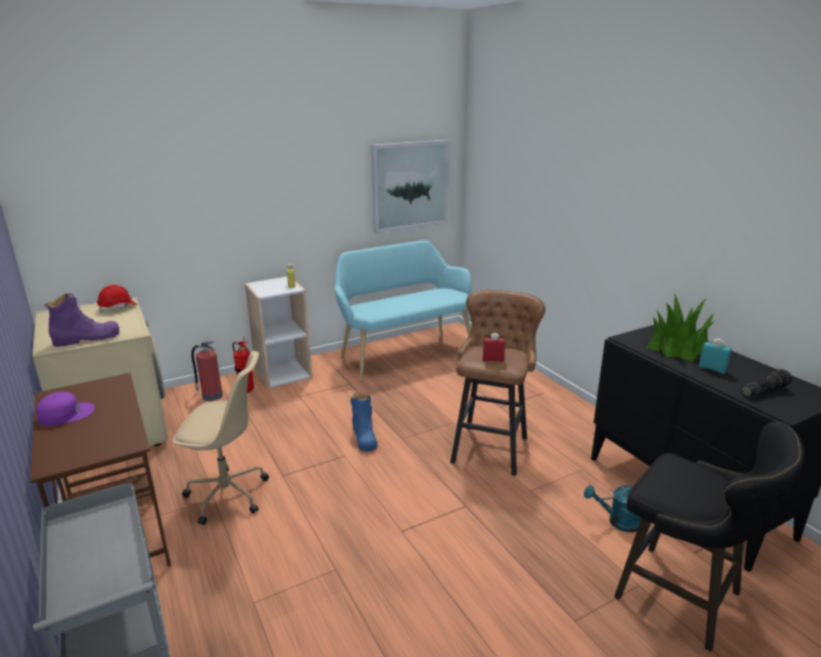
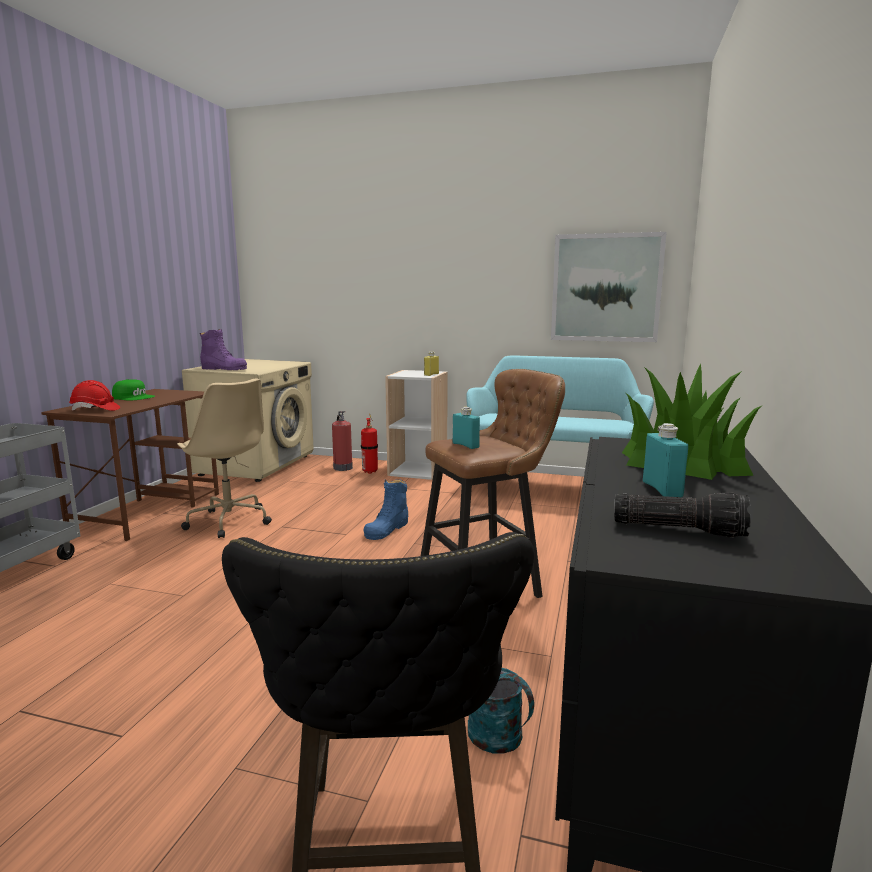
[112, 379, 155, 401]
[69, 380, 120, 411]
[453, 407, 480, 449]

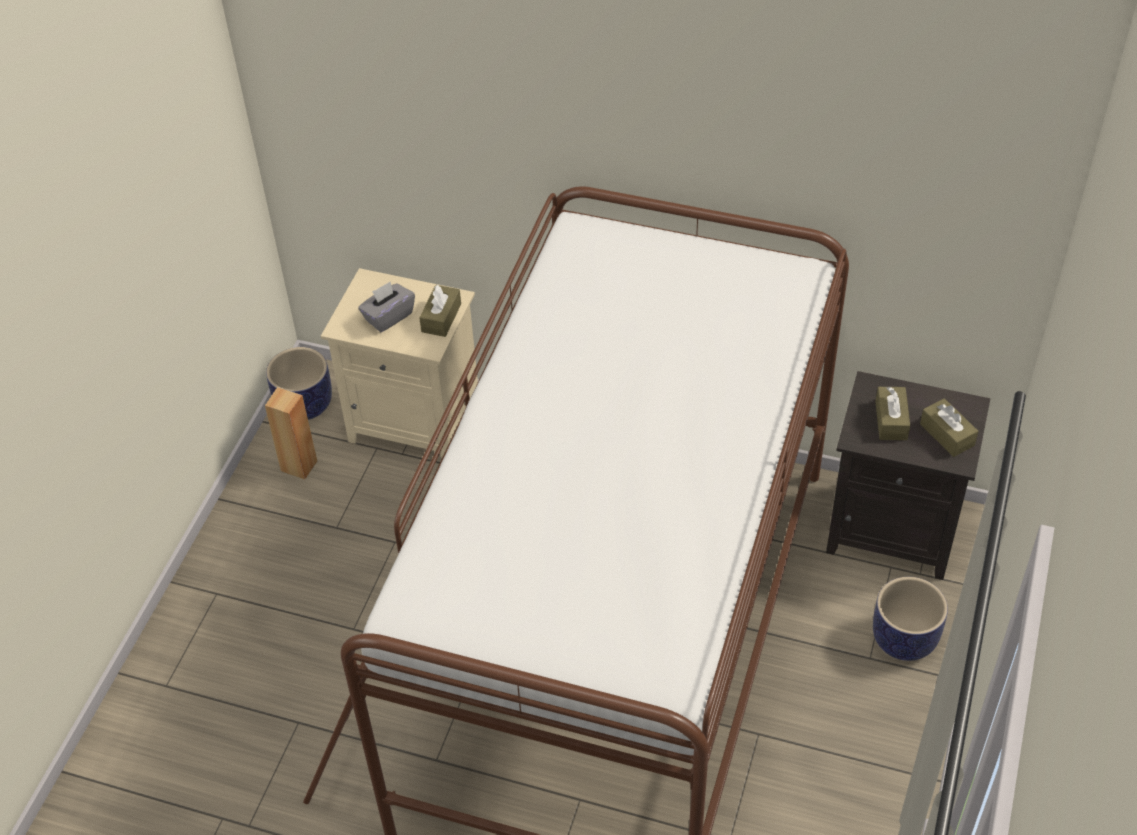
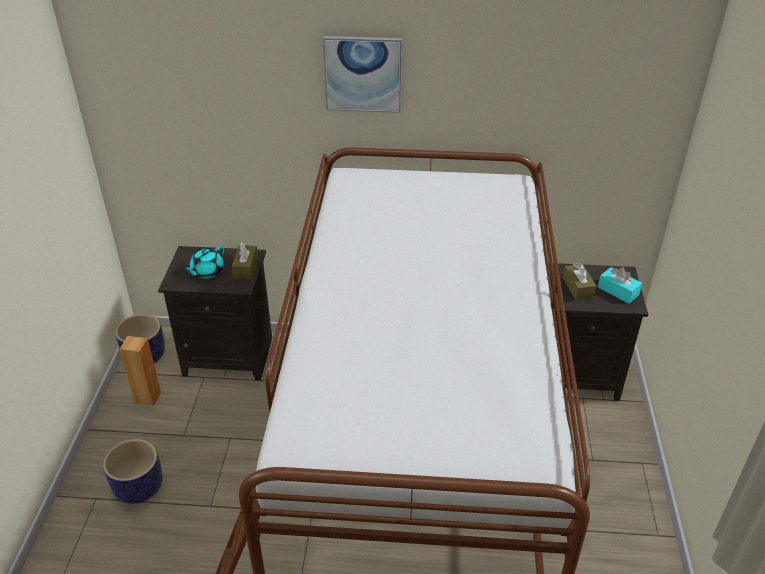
[158, 246, 272, 381]
[184, 246, 224, 279]
[103, 439, 163, 504]
[598, 267, 642, 304]
[323, 36, 402, 113]

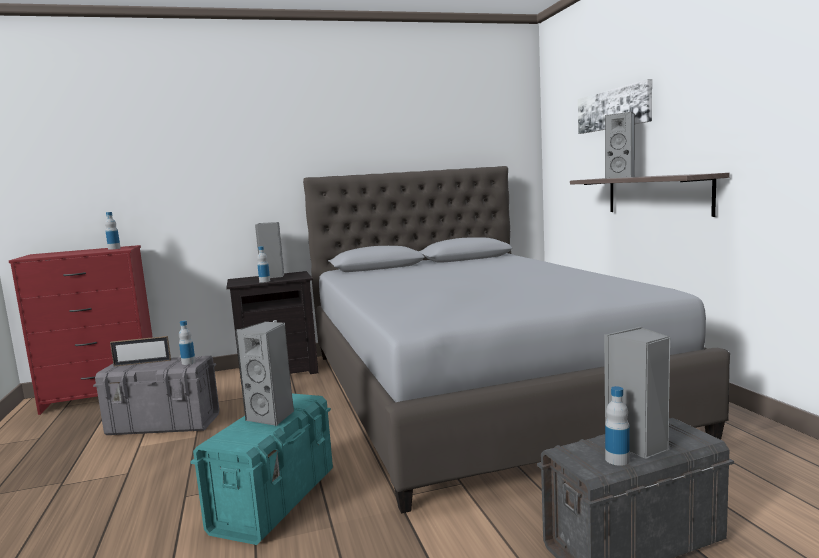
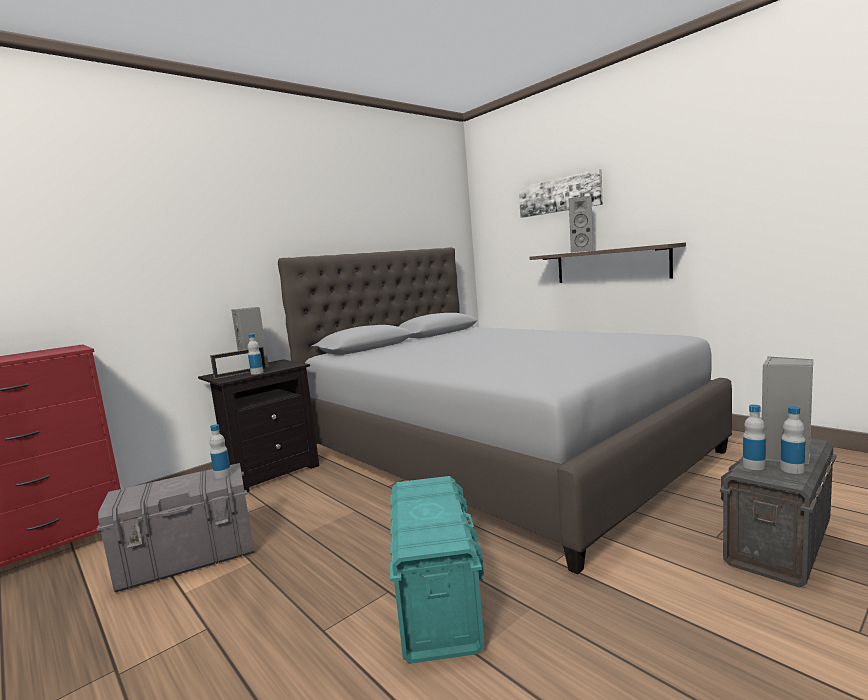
[743, 404, 766, 470]
[210, 347, 266, 379]
[235, 322, 294, 426] (first image)

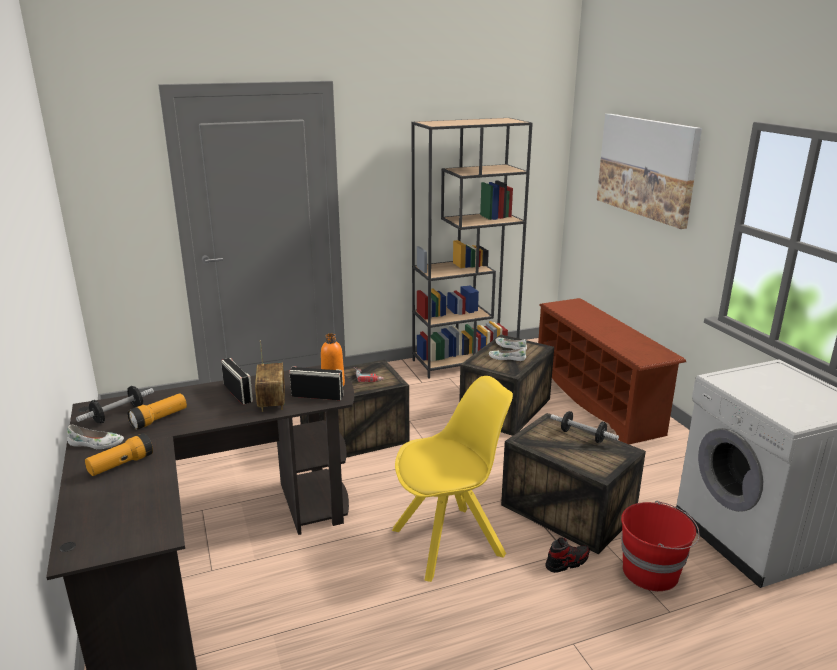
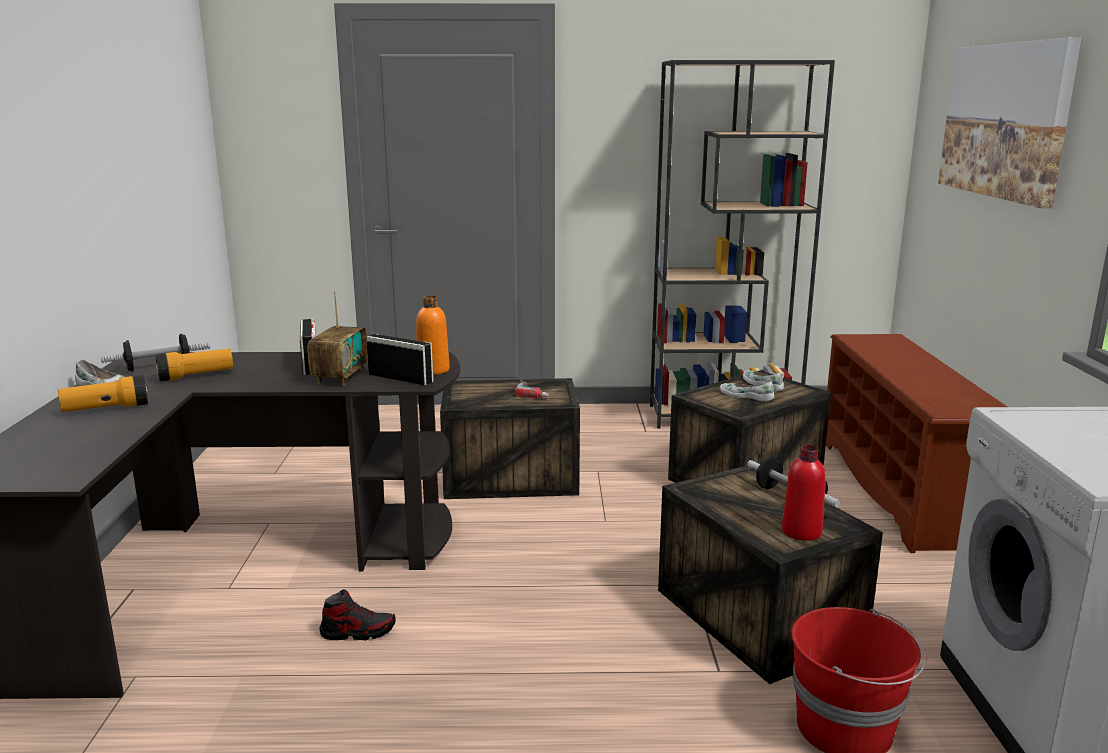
[392, 376, 513, 582] (first image)
[320, 589, 396, 640]
[782, 445, 826, 541]

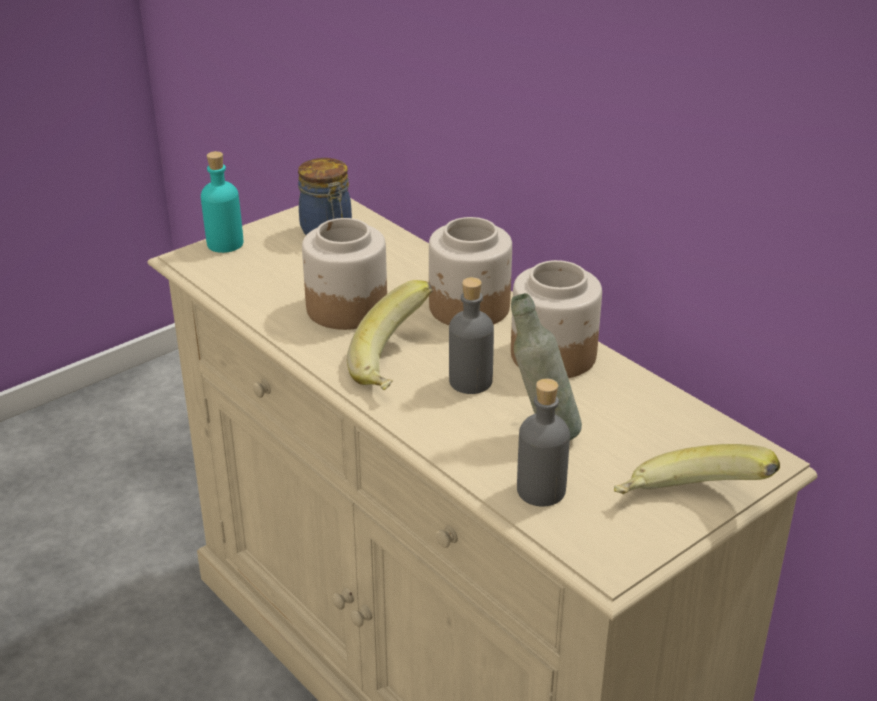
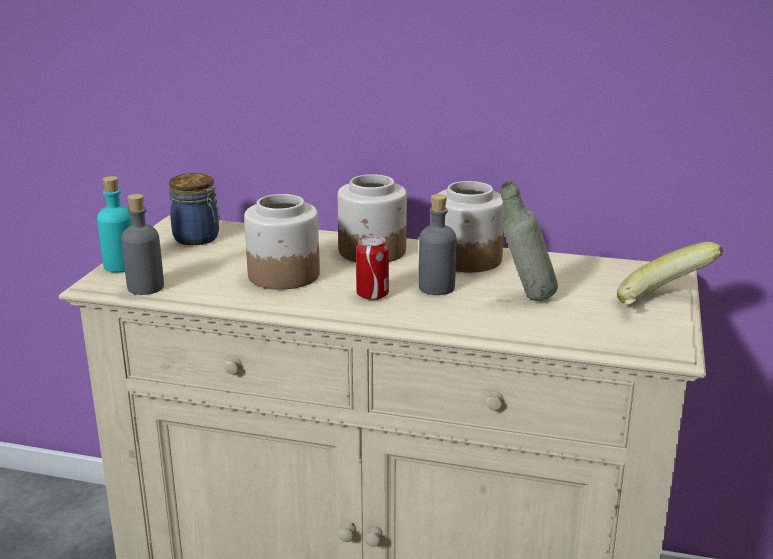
[356, 236, 389, 300]
[121, 194, 164, 295]

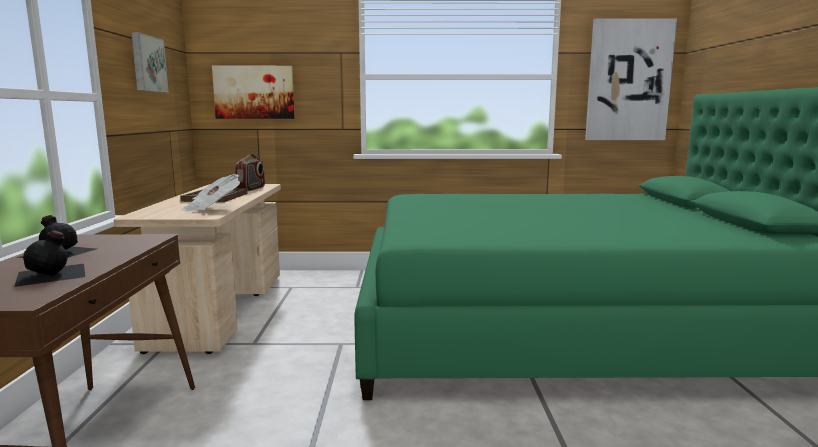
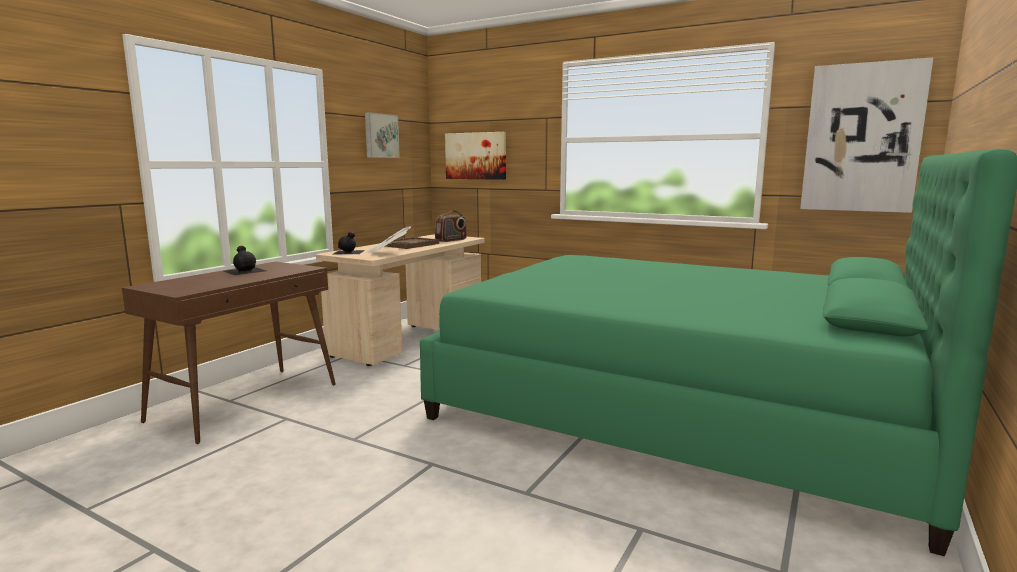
[333, 231, 365, 254]

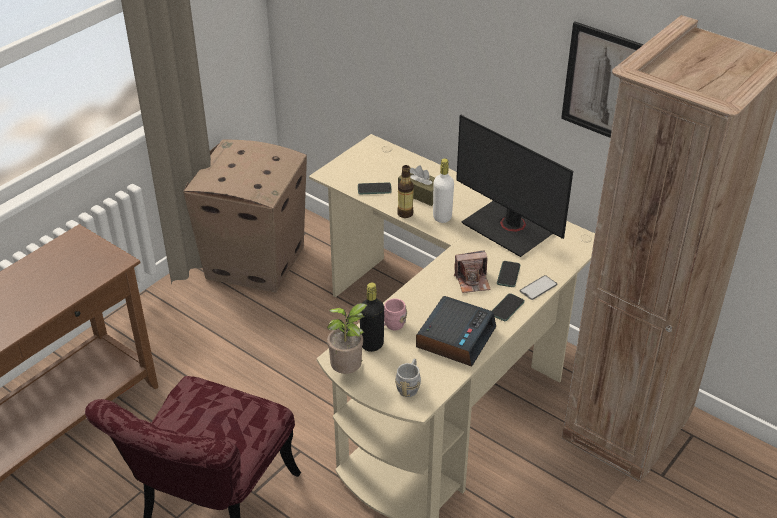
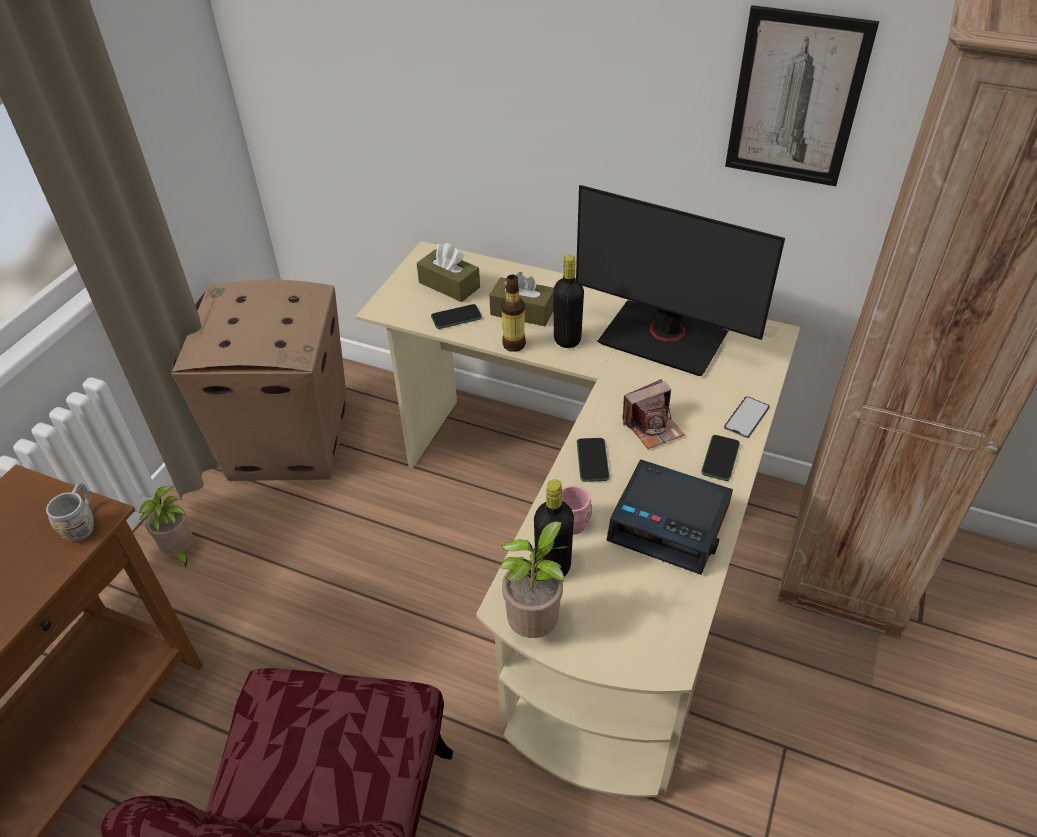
[46, 483, 94, 542]
[606, 459, 733, 575]
[553, 255, 584, 348]
[577, 438, 609, 482]
[139, 486, 193, 567]
[417, 243, 480, 302]

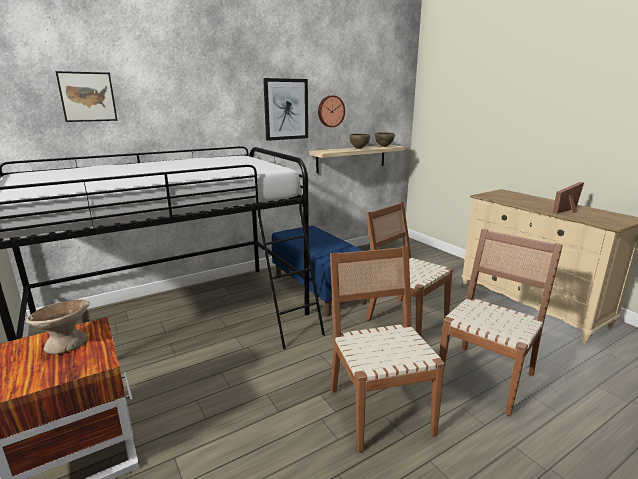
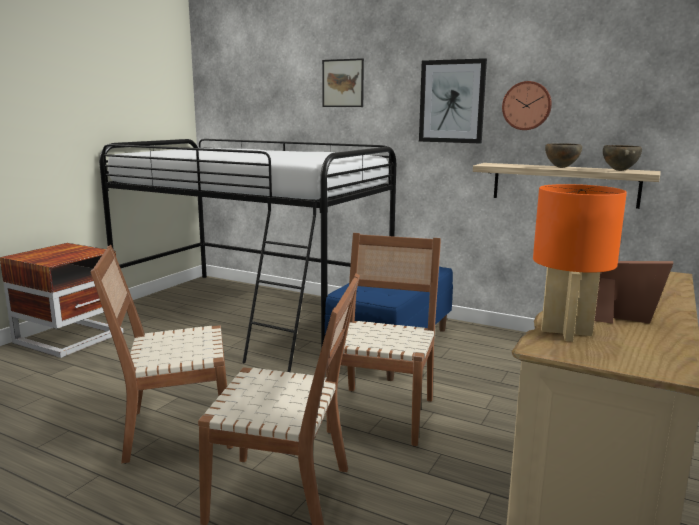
[26, 299, 90, 354] (first image)
[322, 58, 364, 107]
[90, 245, 233, 464]
[533, 184, 627, 342]

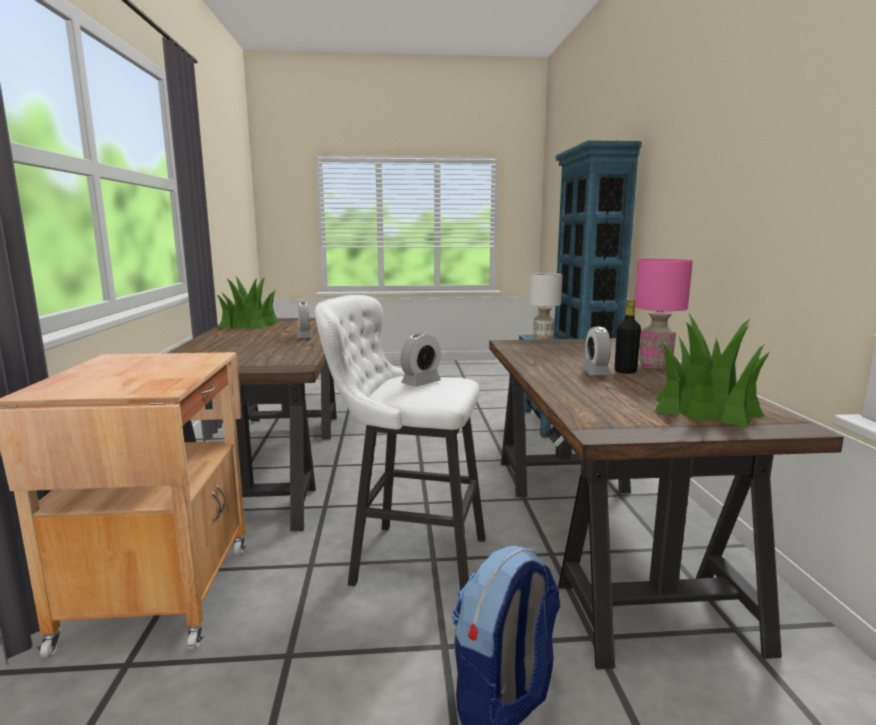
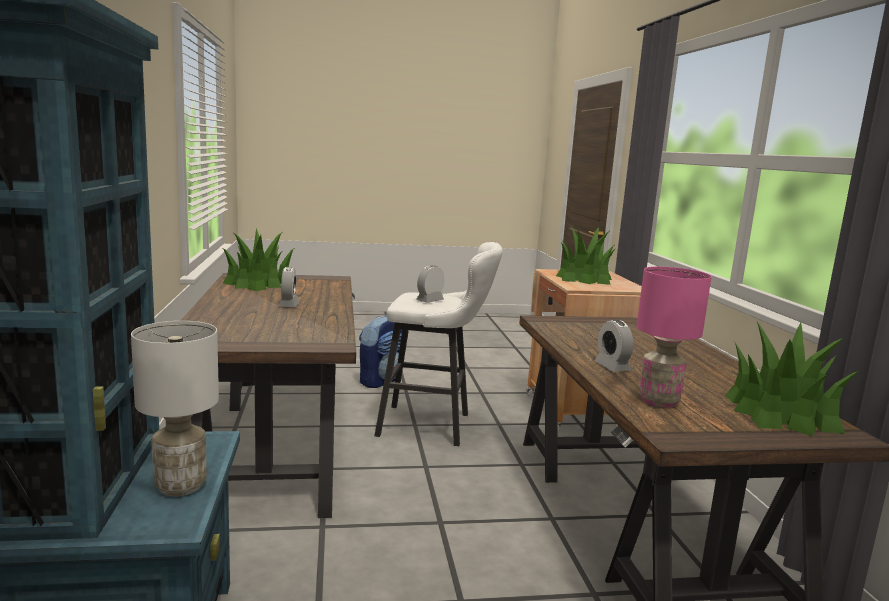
[615, 300, 641, 374] (first image)
[637, 267, 712, 408]
[556, 226, 616, 285]

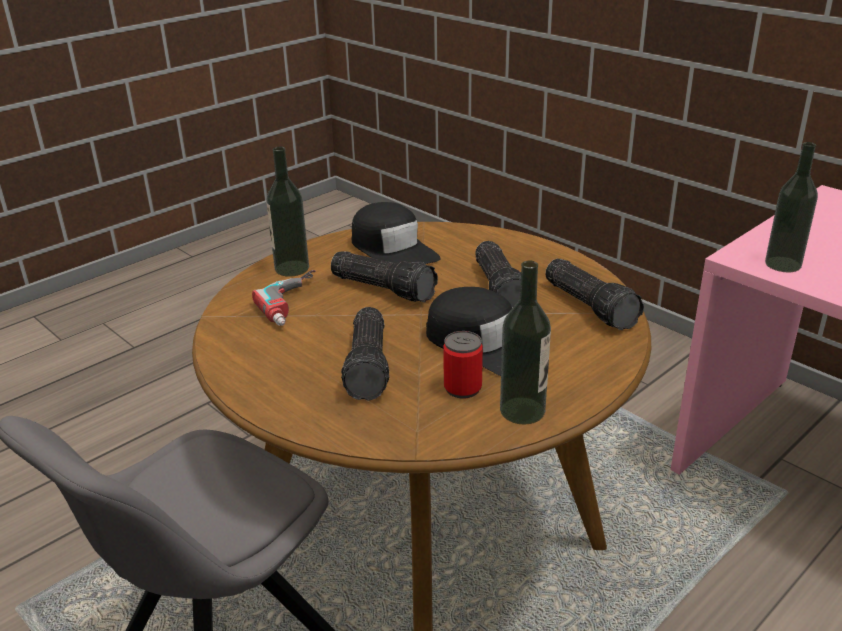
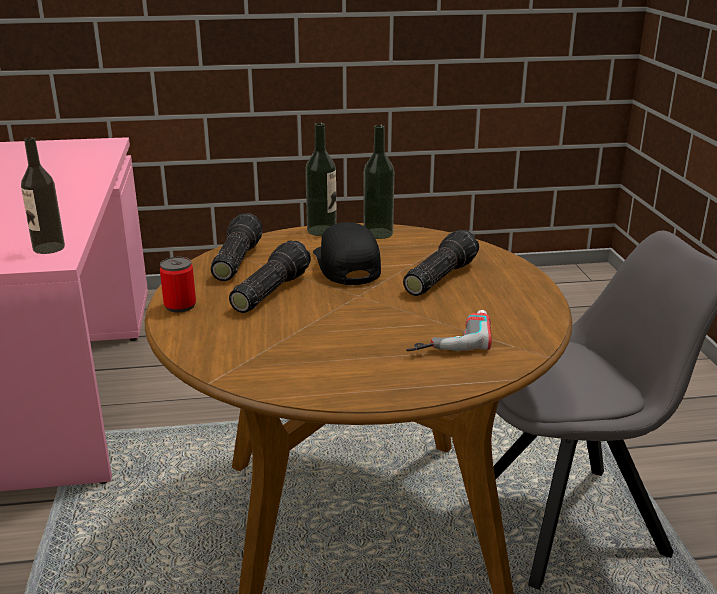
[305, 123, 337, 236]
[331, 252, 438, 302] (first image)
[352, 202, 441, 264] (first image)
[160, 257, 196, 312]

